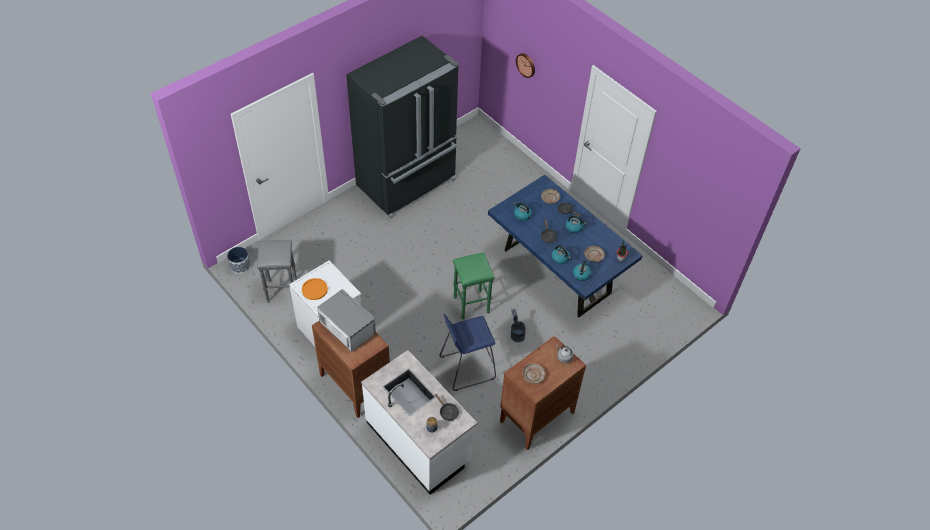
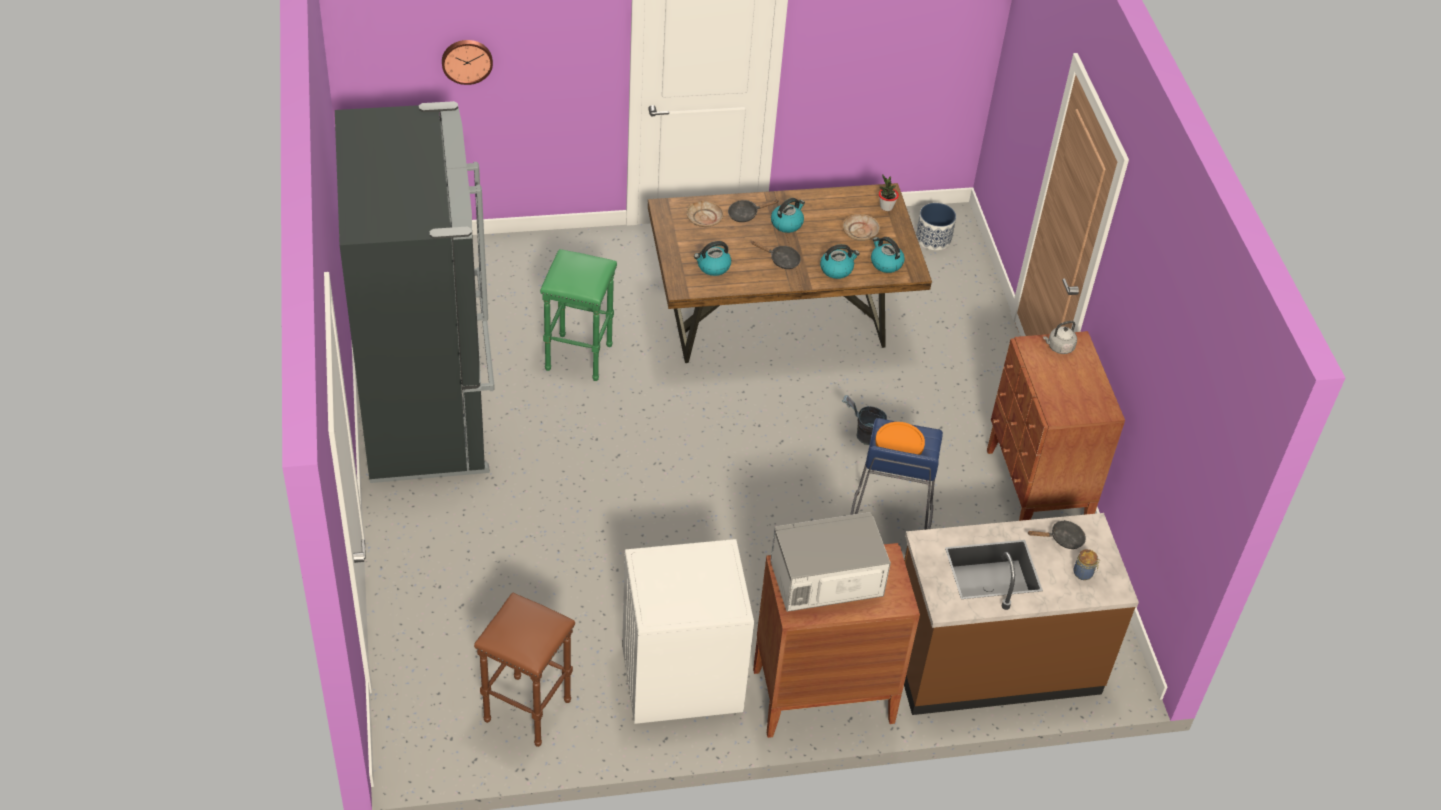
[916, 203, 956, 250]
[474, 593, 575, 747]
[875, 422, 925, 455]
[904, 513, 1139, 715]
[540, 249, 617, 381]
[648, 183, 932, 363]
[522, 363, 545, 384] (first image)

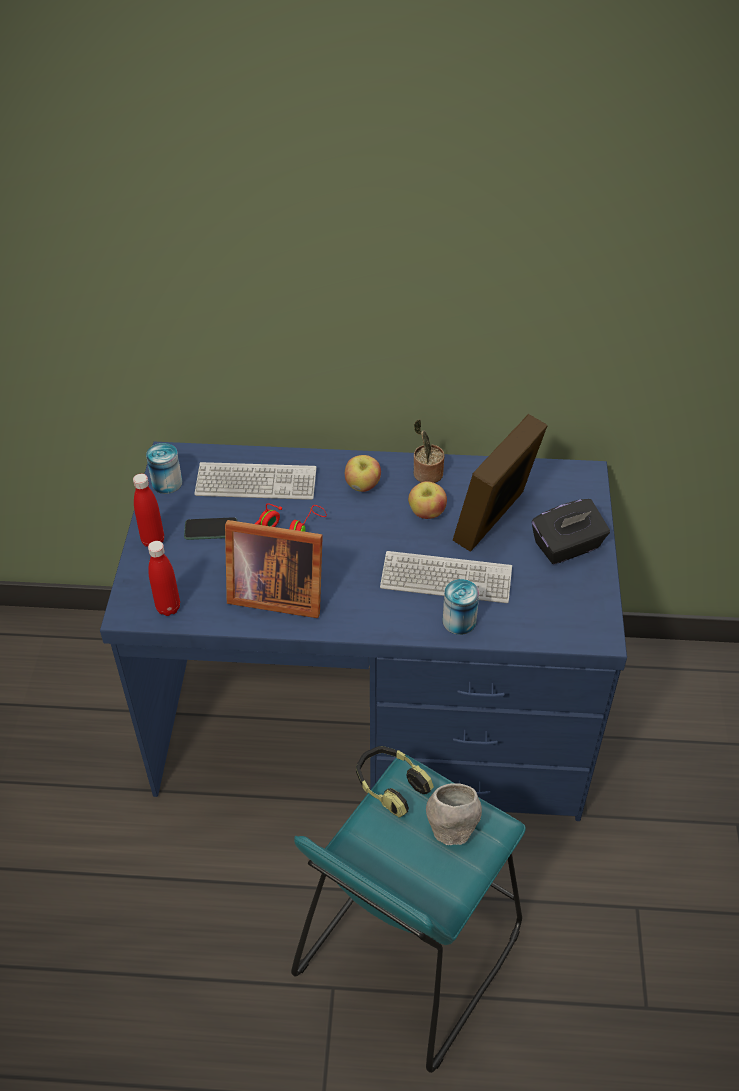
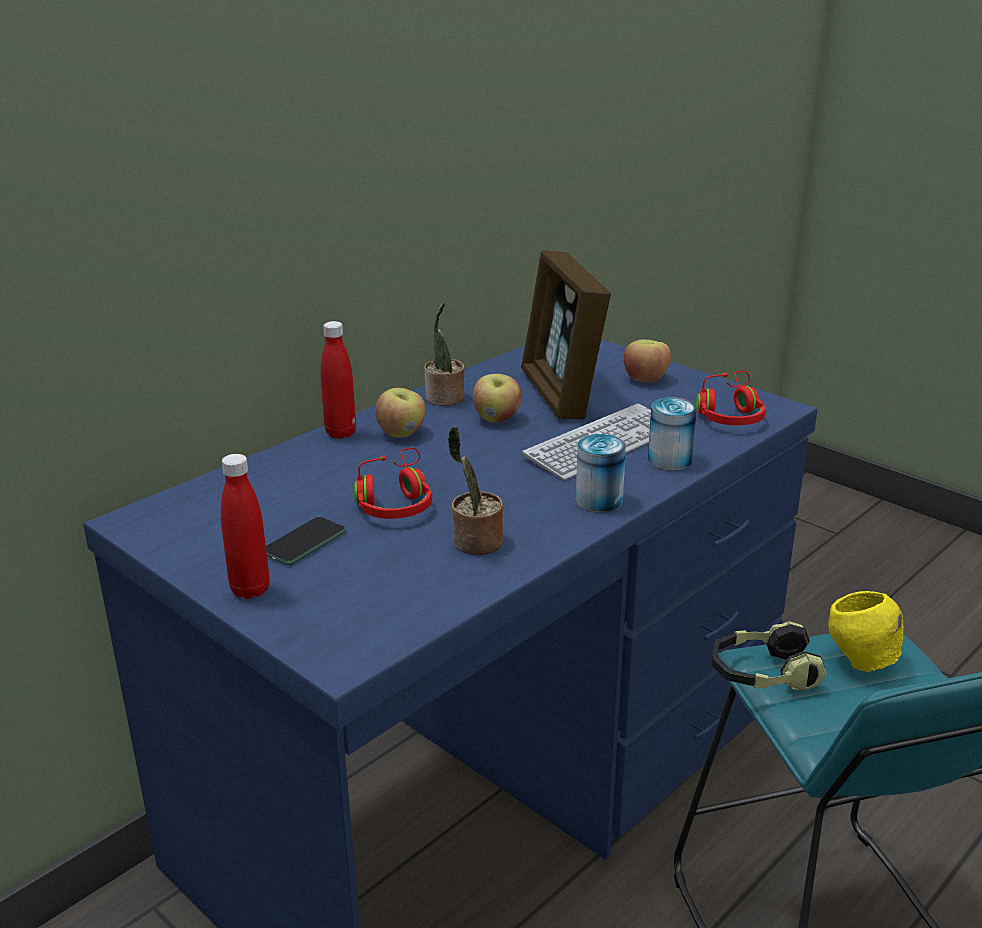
[576, 434, 626, 512]
[321, 321, 356, 439]
[194, 462, 317, 500] (first image)
[448, 426, 503, 555]
[829, 591, 904, 673]
[624, 339, 671, 383]
[696, 371, 766, 425]

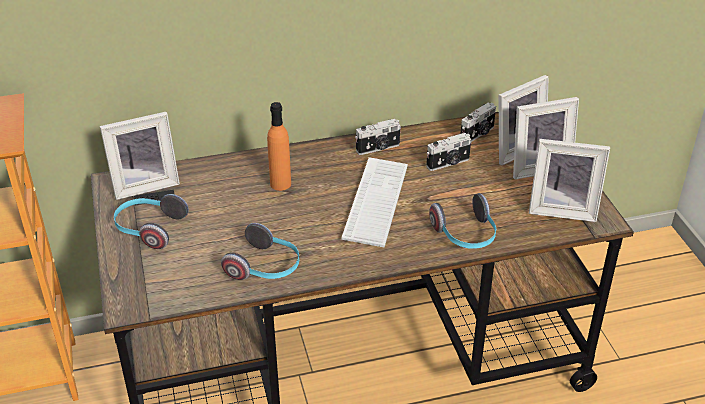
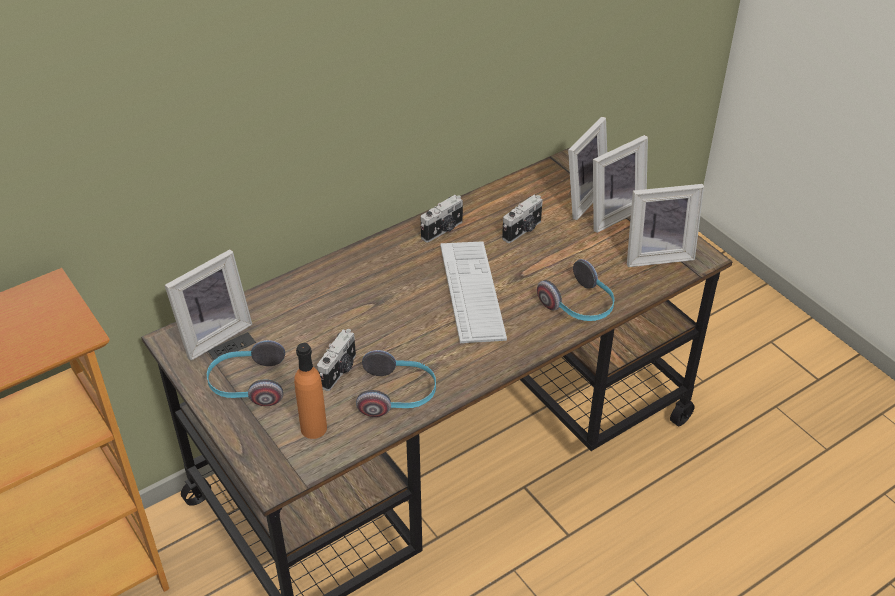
[294, 343, 327, 439]
[317, 329, 356, 391]

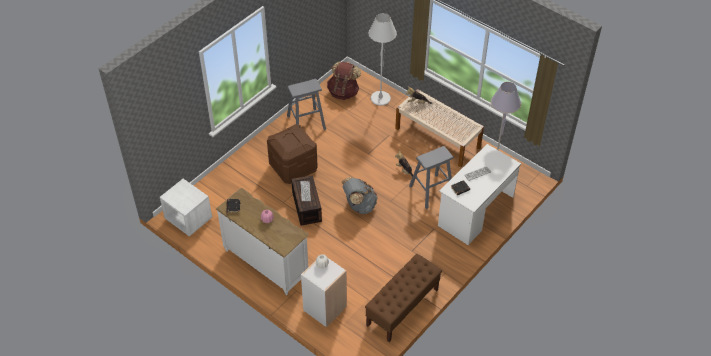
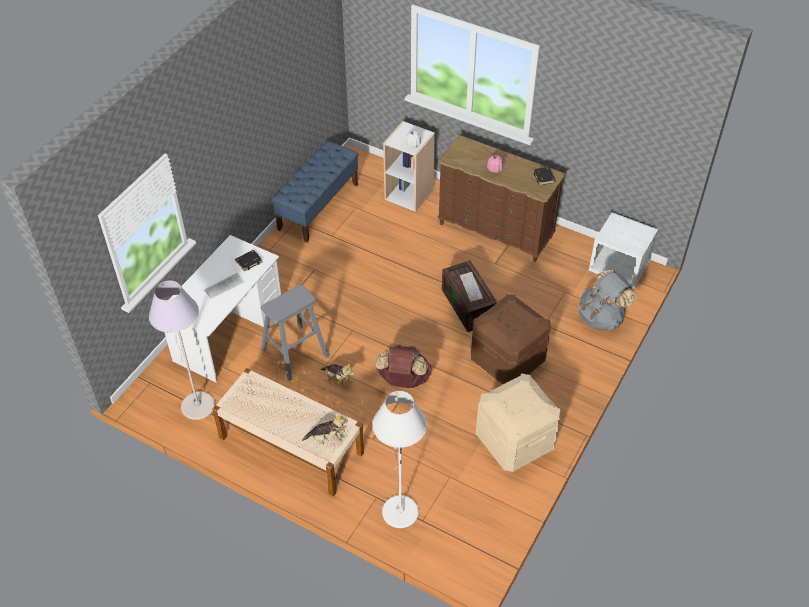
[438, 135, 566, 262]
[476, 373, 561, 472]
[376, 344, 432, 388]
[579, 270, 637, 331]
[271, 141, 359, 243]

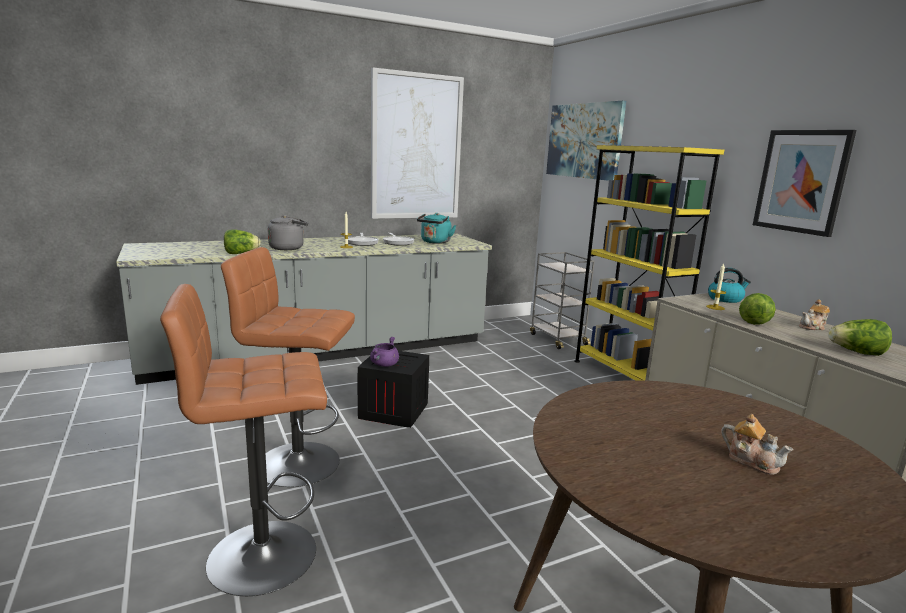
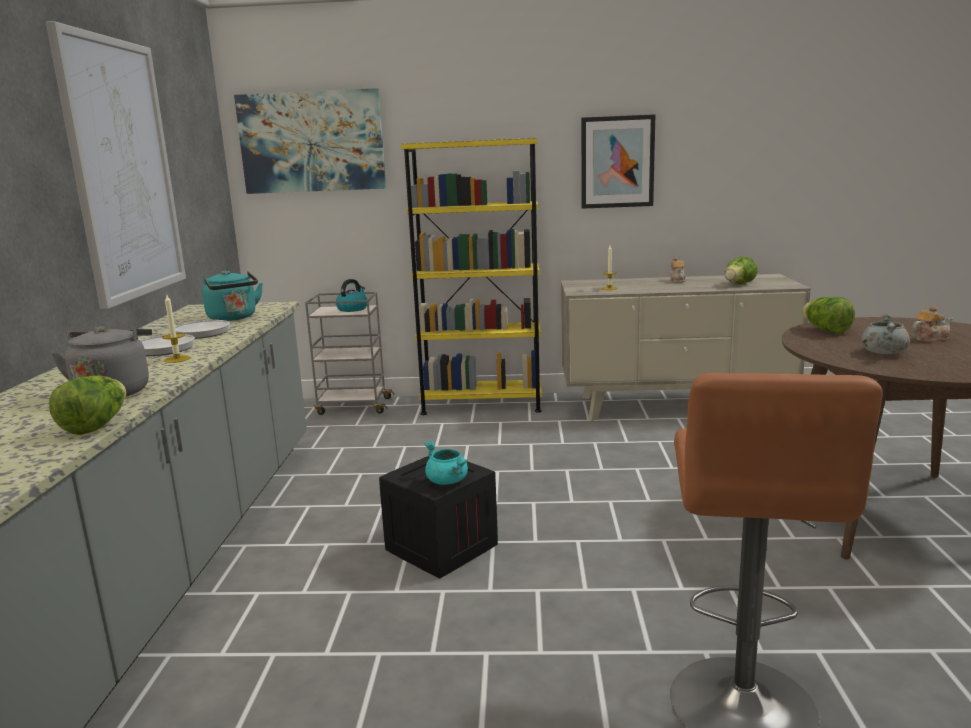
[221, 247, 355, 487] (first image)
[424, 441, 468, 485]
[336, 279, 368, 312]
[802, 297, 855, 334]
[861, 313, 910, 354]

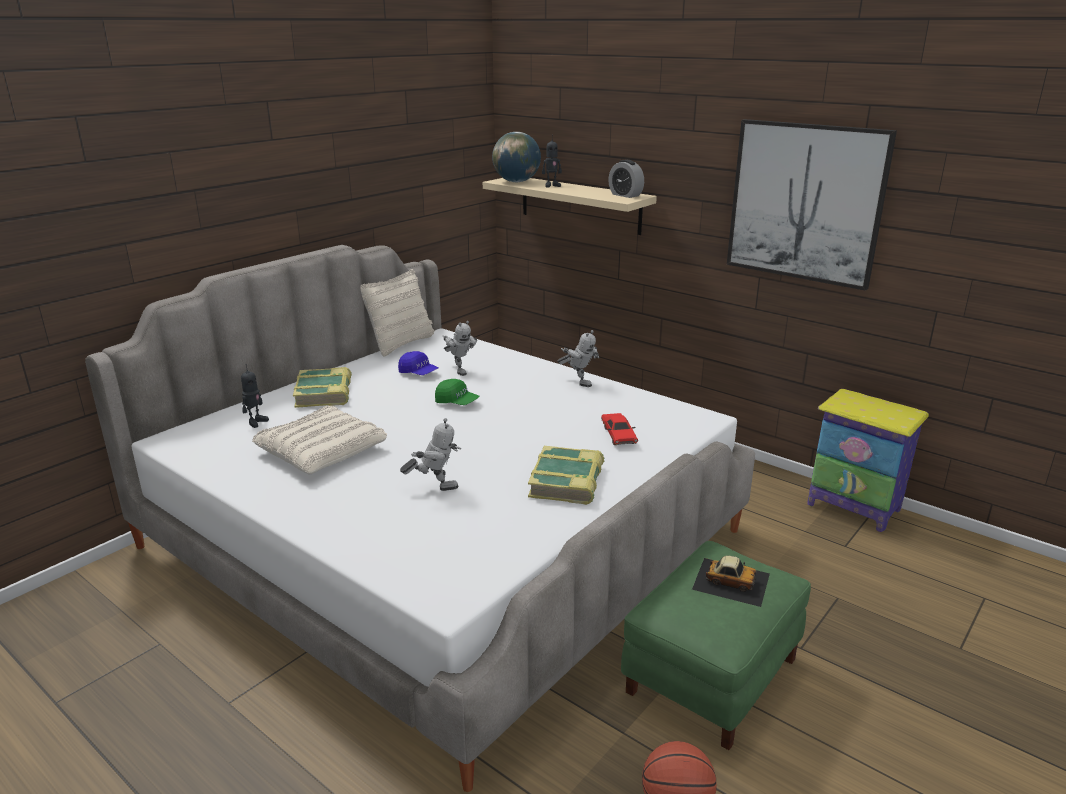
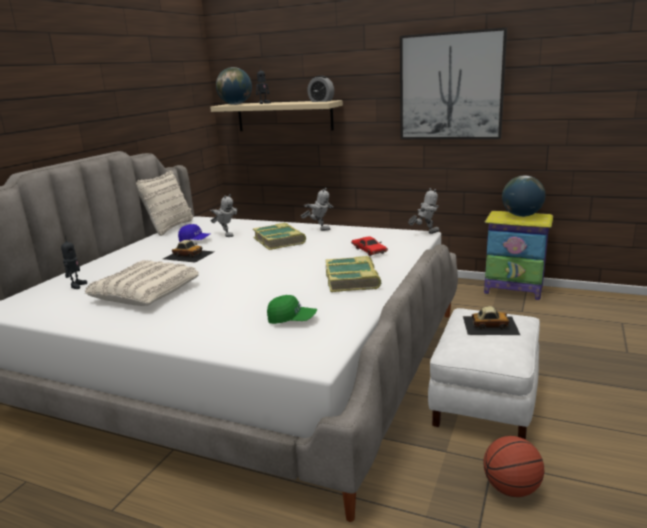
[253, 223, 306, 250]
[408, 188, 440, 234]
[267, 295, 317, 324]
[428, 308, 540, 440]
[163, 240, 214, 263]
[502, 176, 545, 217]

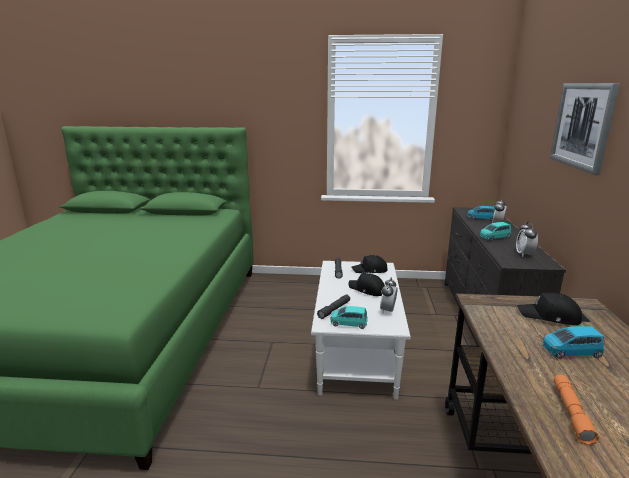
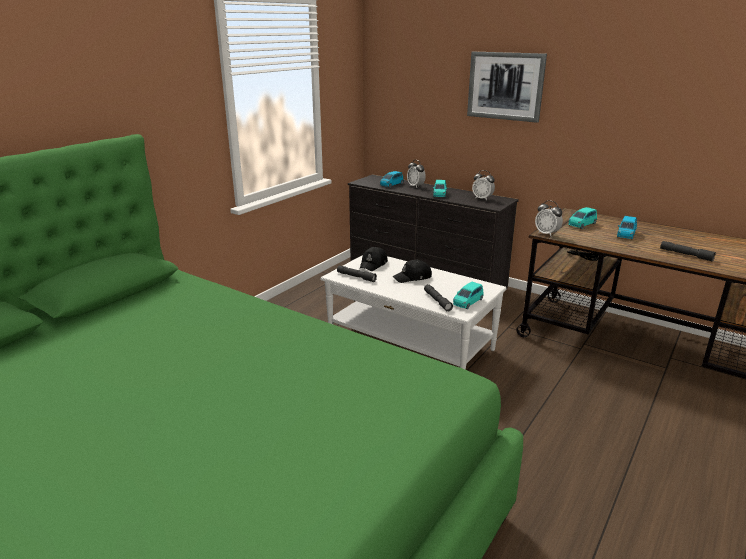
[535, 200, 563, 236]
[569, 207, 597, 229]
[660, 241, 716, 261]

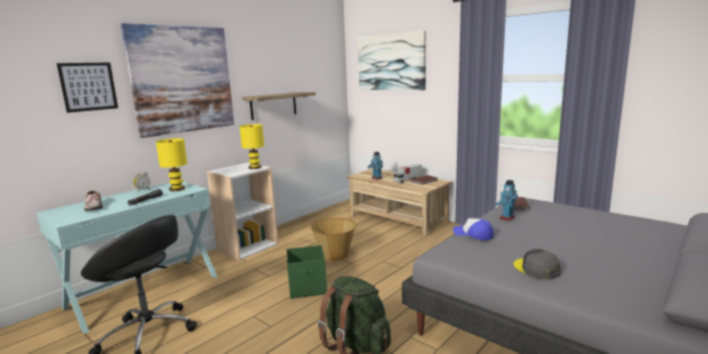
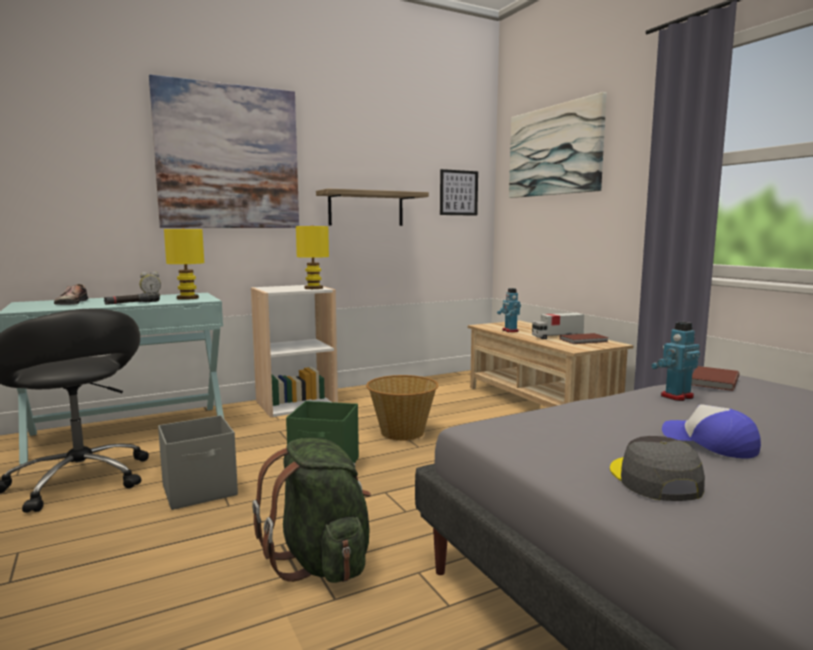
[440, 169, 478, 216]
[662, 404, 761, 459]
[158, 415, 238, 510]

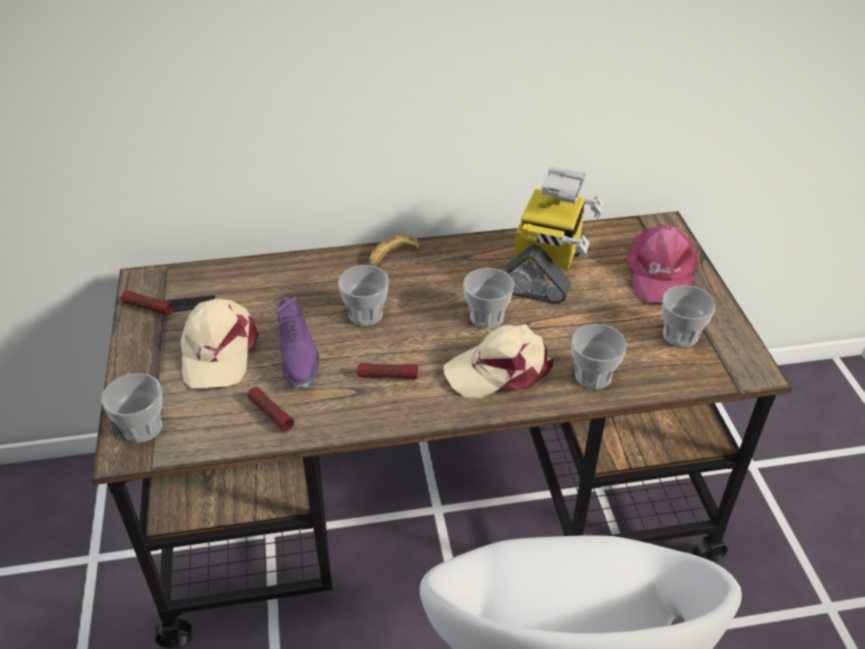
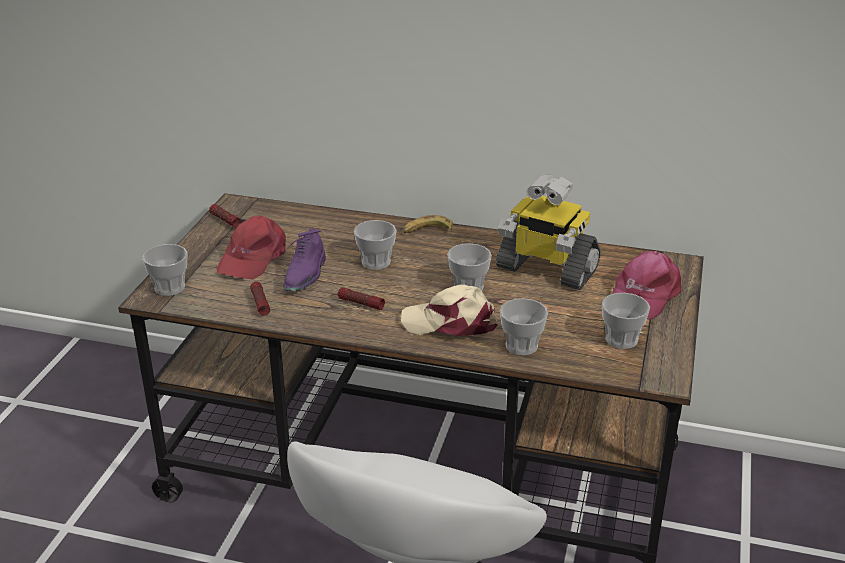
[217, 215, 286, 279]
[496, 174, 601, 290]

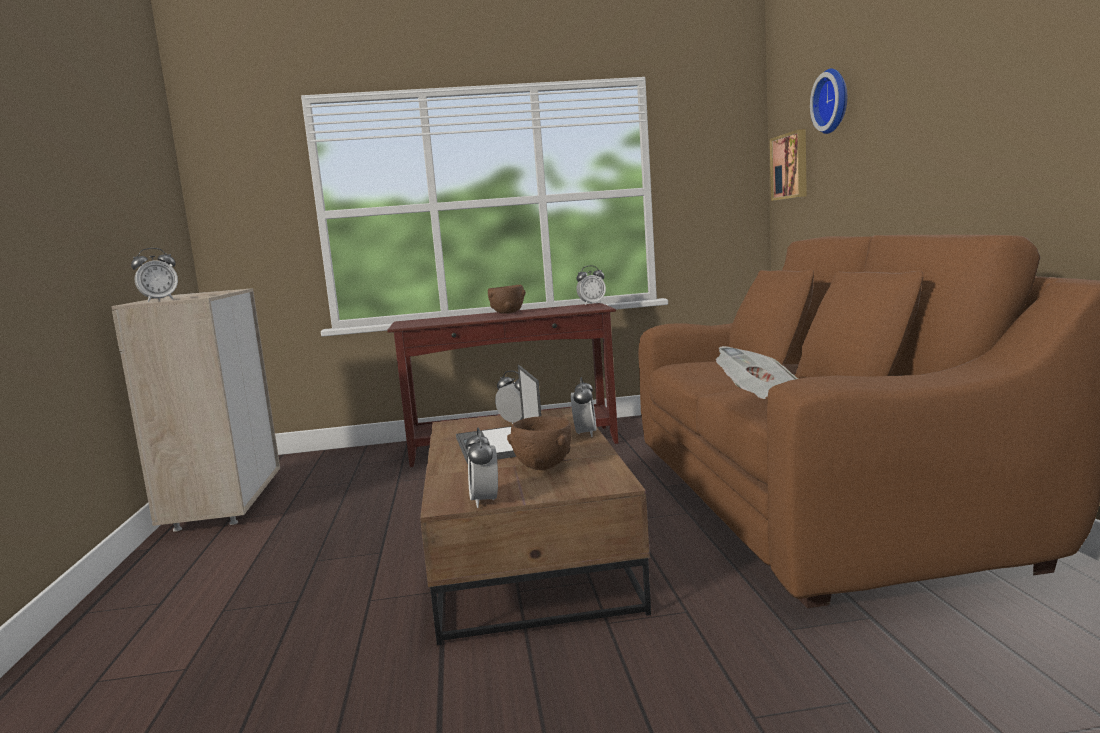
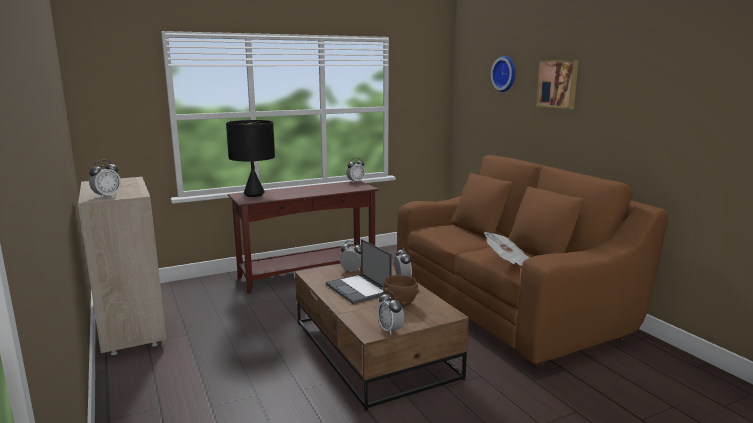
[488, 285, 526, 314] (first image)
[536, 60, 579, 109]
[226, 120, 275, 197]

